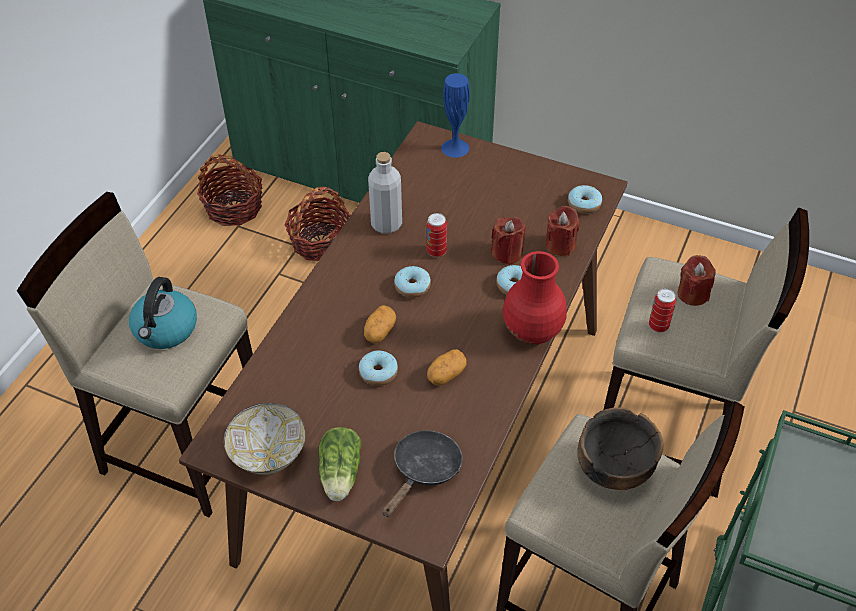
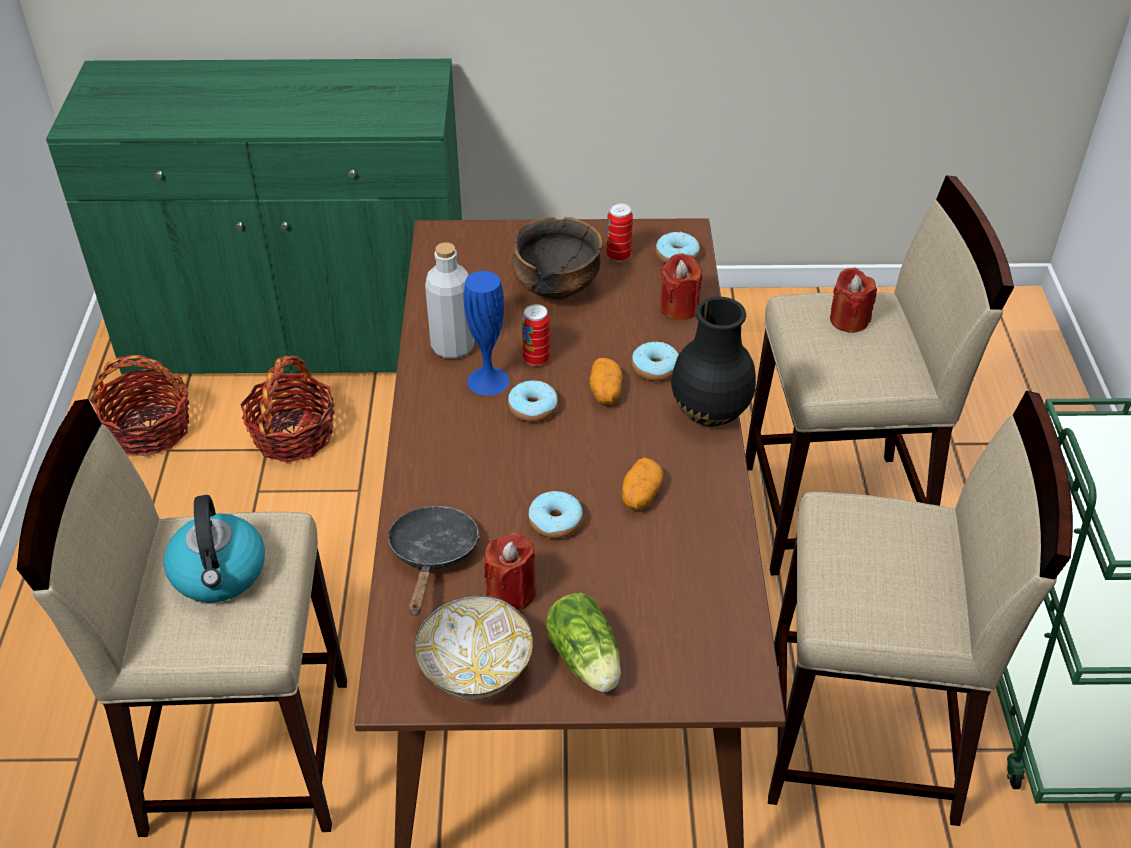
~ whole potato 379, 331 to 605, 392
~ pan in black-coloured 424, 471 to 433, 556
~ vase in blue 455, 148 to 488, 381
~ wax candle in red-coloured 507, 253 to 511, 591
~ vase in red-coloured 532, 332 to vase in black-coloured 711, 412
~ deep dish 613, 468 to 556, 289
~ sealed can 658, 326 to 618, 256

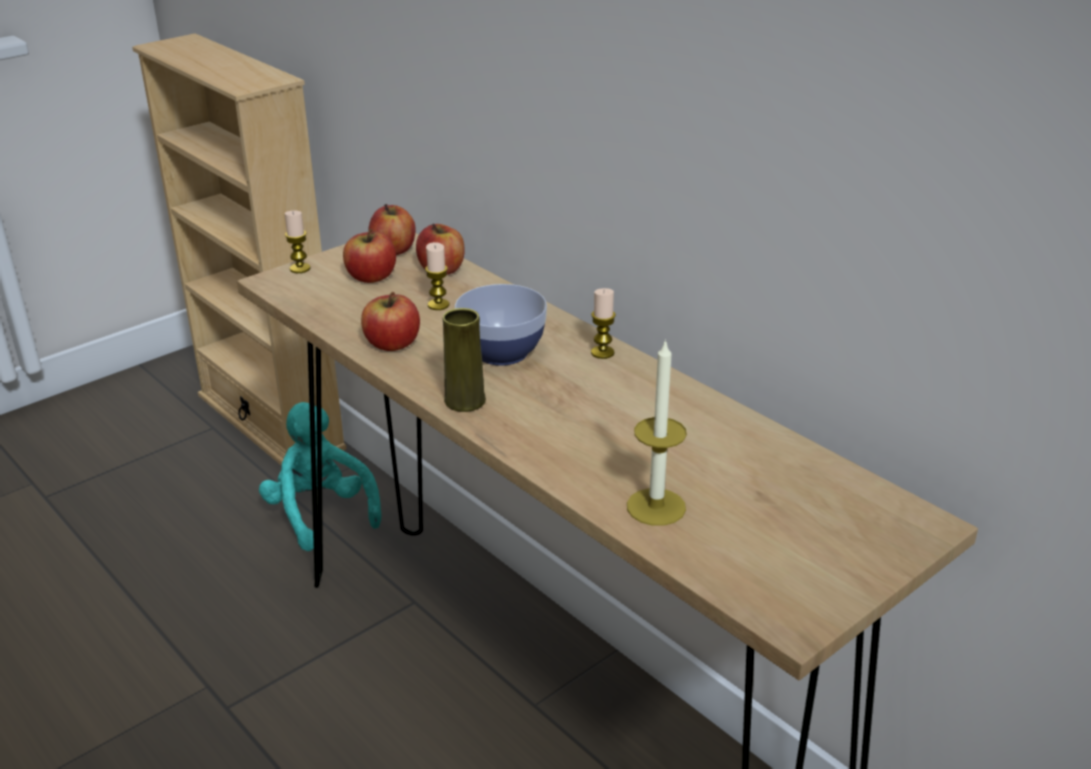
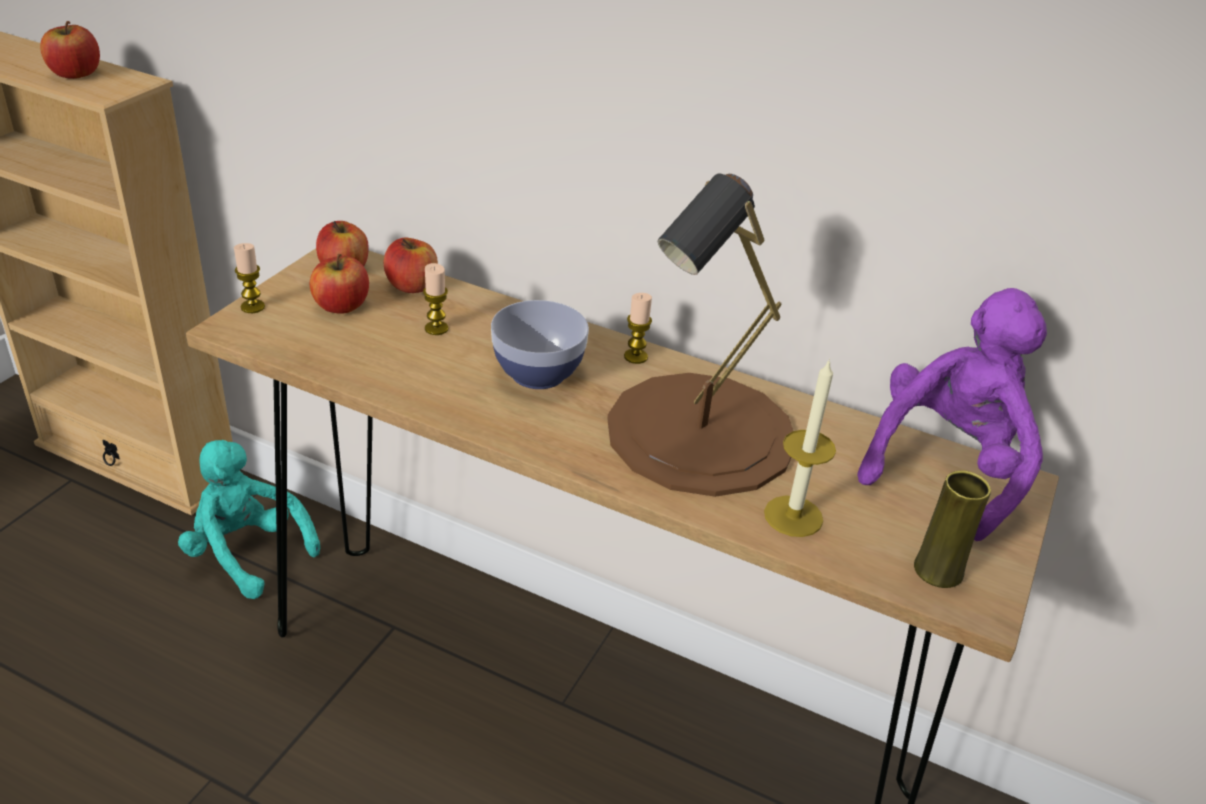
~ apple fruit 392, 344 to 75, 74
~ vase in yellow 465, 401 to 938, 570
+ table lamp in brown 701, 433
+ plush toy in purplish 947, 468

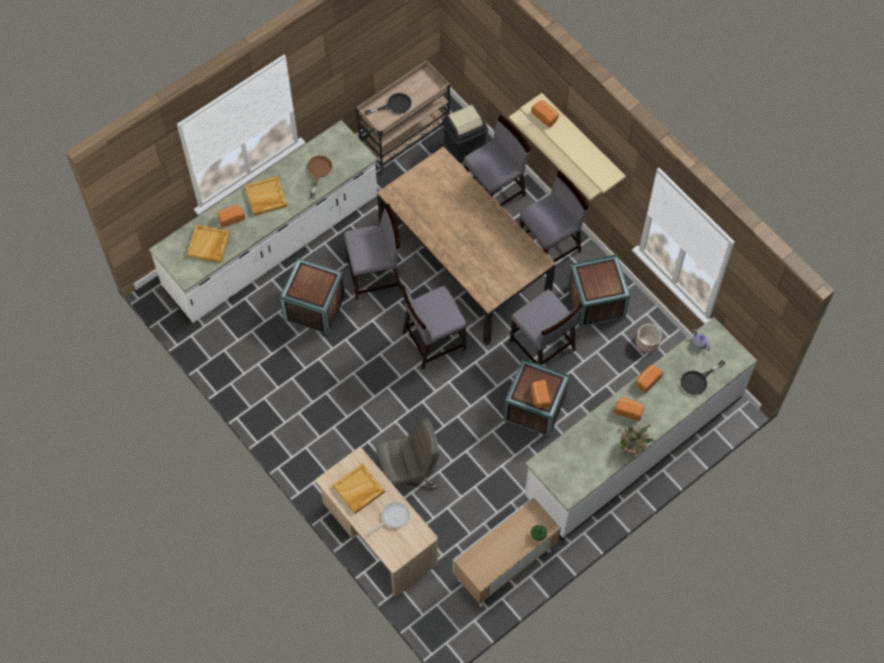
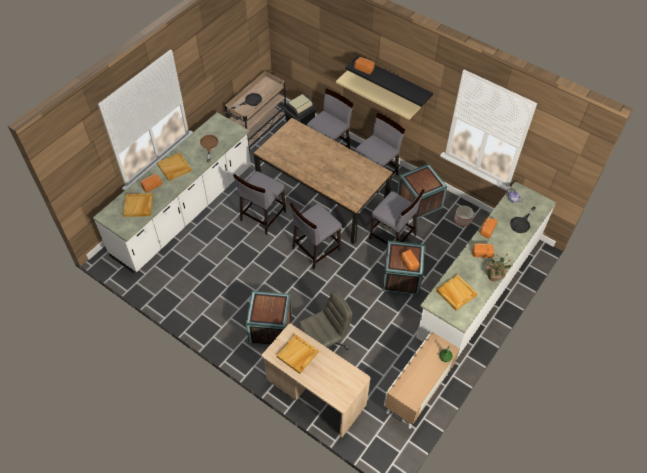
~ packing crate 314, 307 to 270, 328
~ plain chair in greyish 375, 276 = 262, 216 150 degrees clockwise
- pan 393, 517
~ bracket shelf in beige 582, 140 to bracket shelf in black-coloured 393, 80
+ carrying tray in beige 456, 293

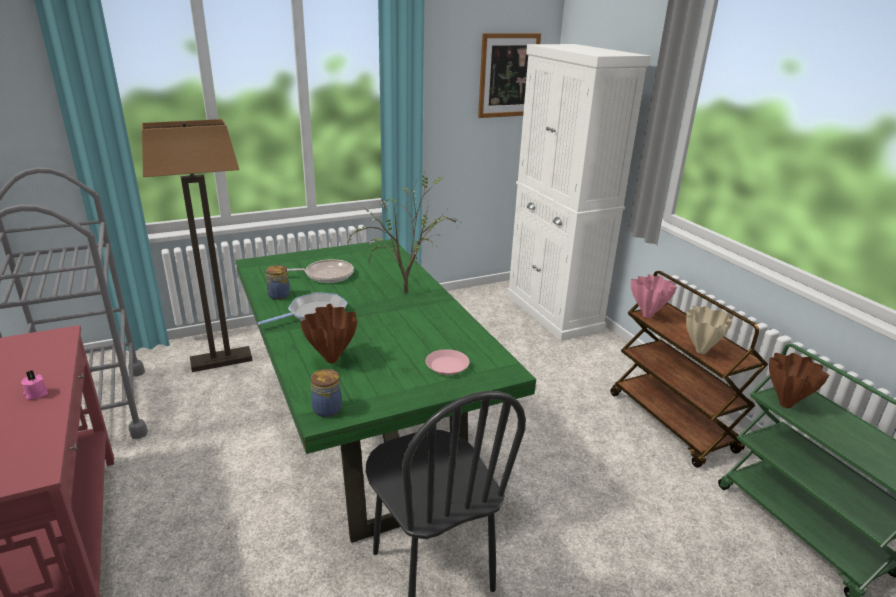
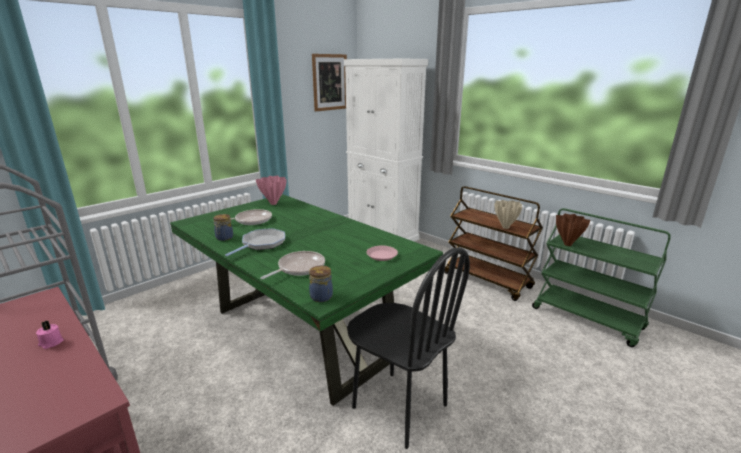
- standing lamp 221, 361
~ vase in brown 331, 360 to pan 299, 268
- houseplant 405, 290
~ vase in pink 648, 316 to 274, 203

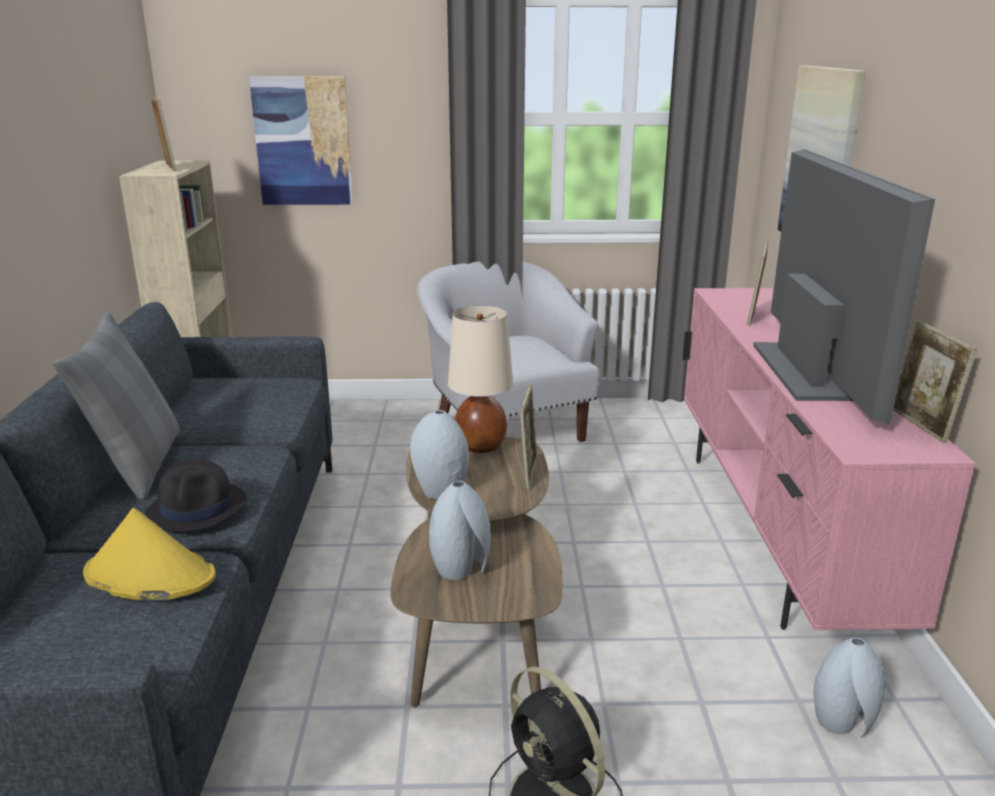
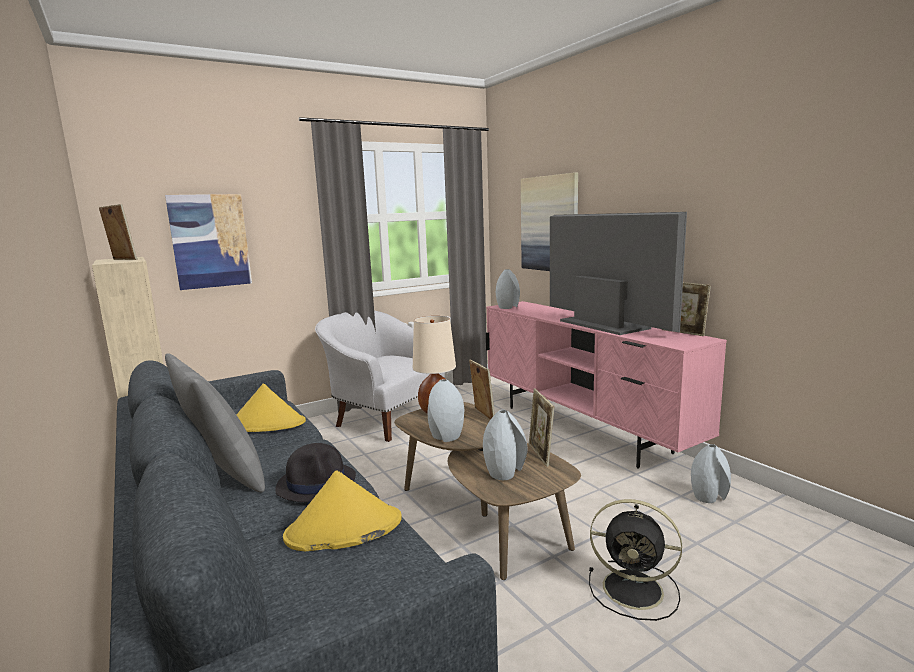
~ standing frame 753, 317 to 540, 455
+ wearable hat in yellow 267, 424
+ vase in greyish 508, 307

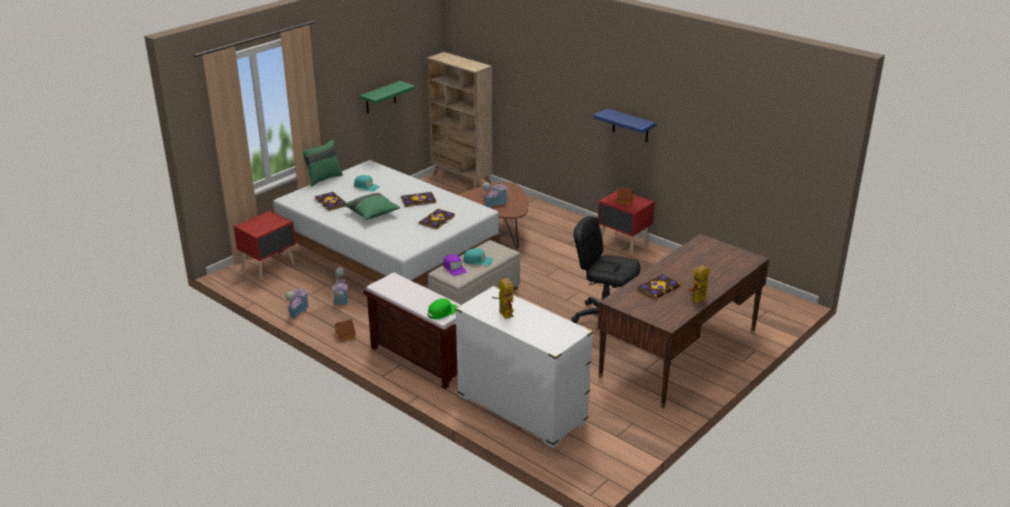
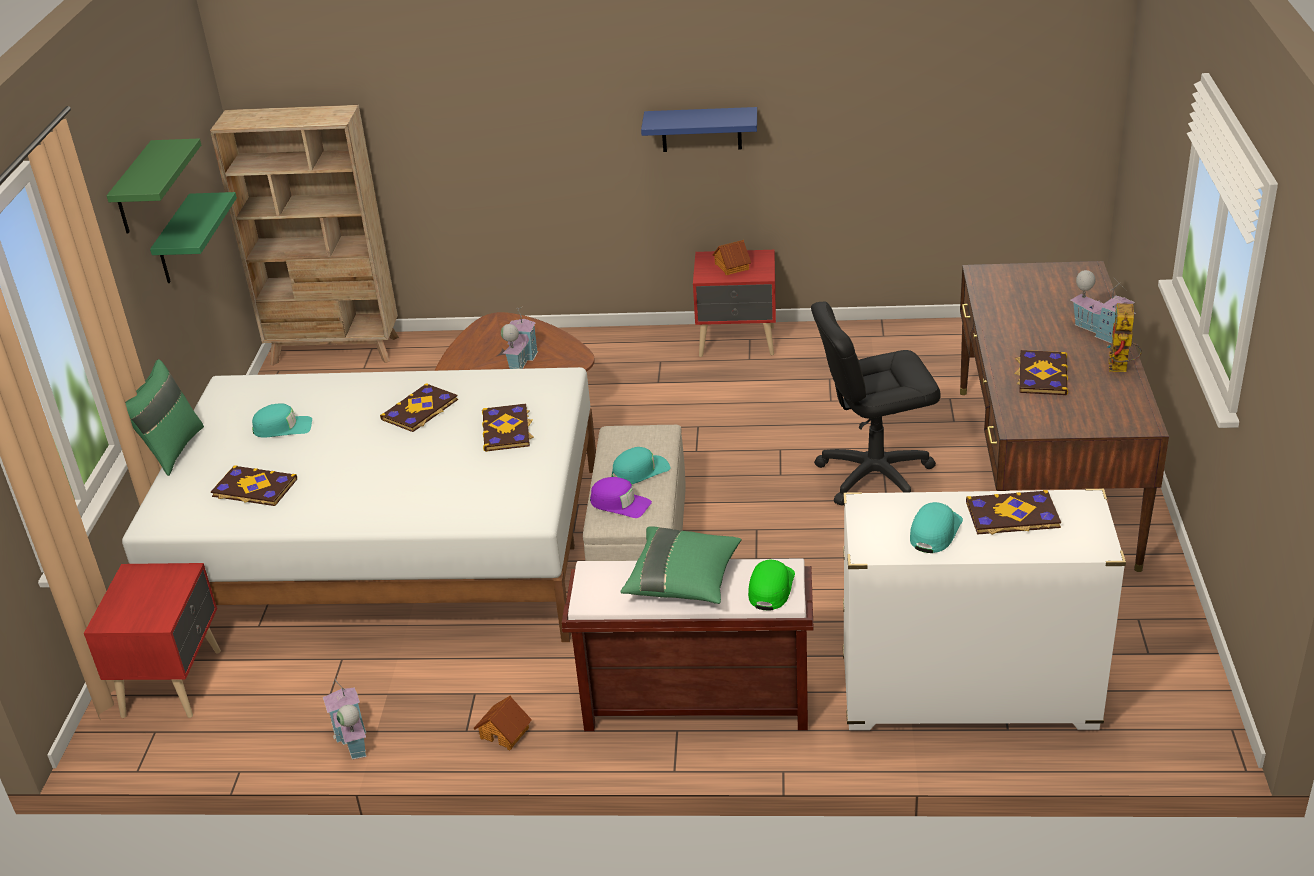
~ model house 341, 298 to 1101, 330
~ cushion in greenish 373, 214 to 683, 581
~ model robot 503, 313 to cap in turquoise 935, 531
+ bracket shelf in greenish 135, 190
+ volume 1012, 516

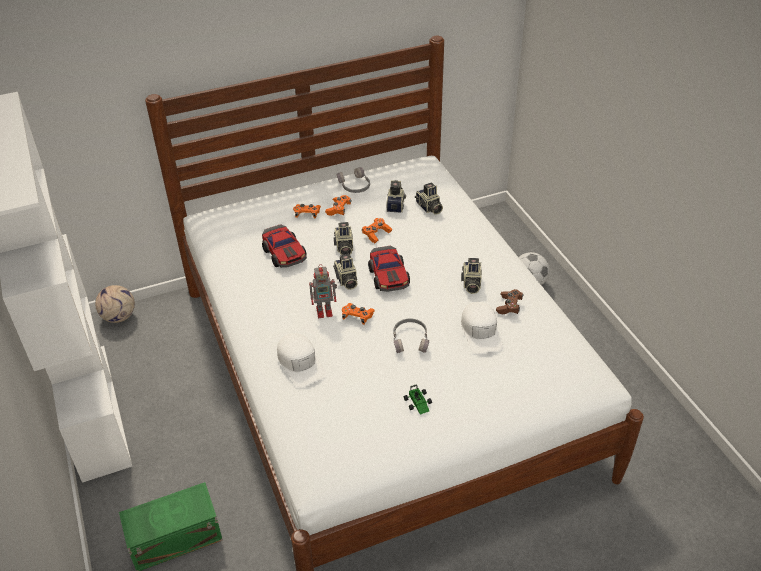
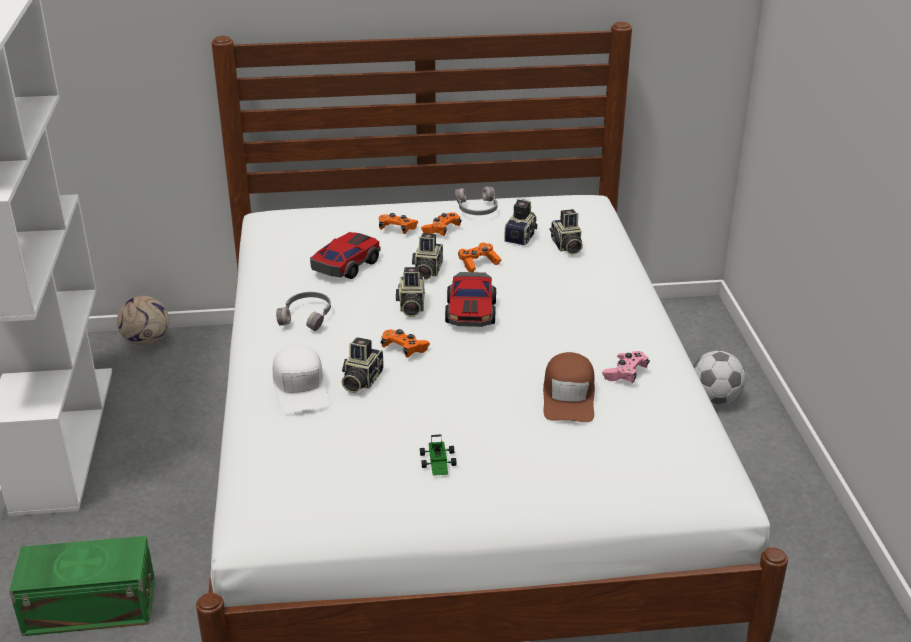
~ miniature car 284, 253 = 345, 265 135 degrees counterclockwise
- model robot 325, 311
~ pair of headphones in greyish 411, 340 to 307, 316
~ photo camera 471, 284 to 360, 380
~ cap in white-coloured 481, 332 to cap in brown 569, 396
~ game controller in brown 509, 306 to game controller in pink 625, 374

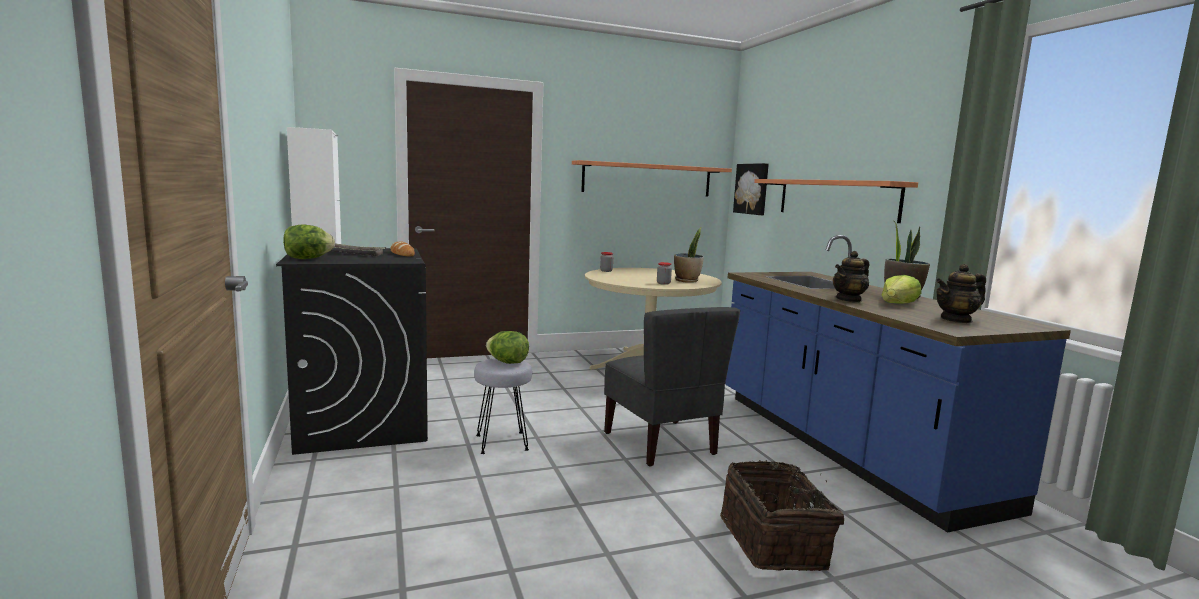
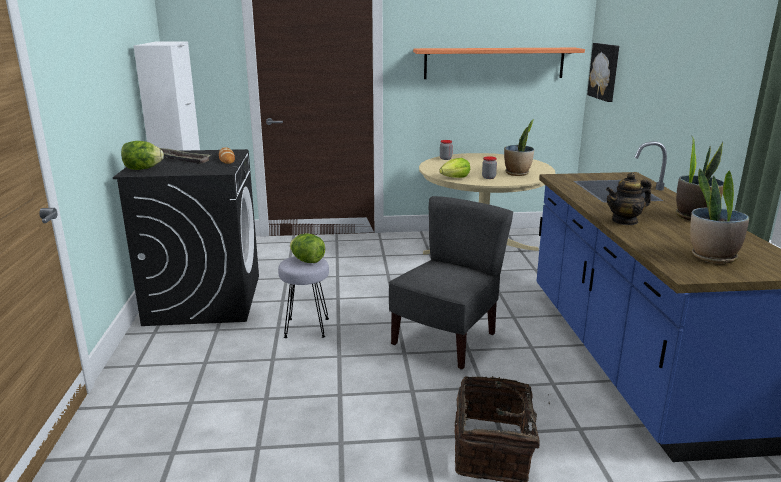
~ plain chair in greyish 661, 443 = 446, 340 135 degrees counterclockwise
- bracket shelf 835, 199
~ head of lettuce 898, 304 to 455, 178
~ pot for tea 956, 320 to houseplant 712, 257

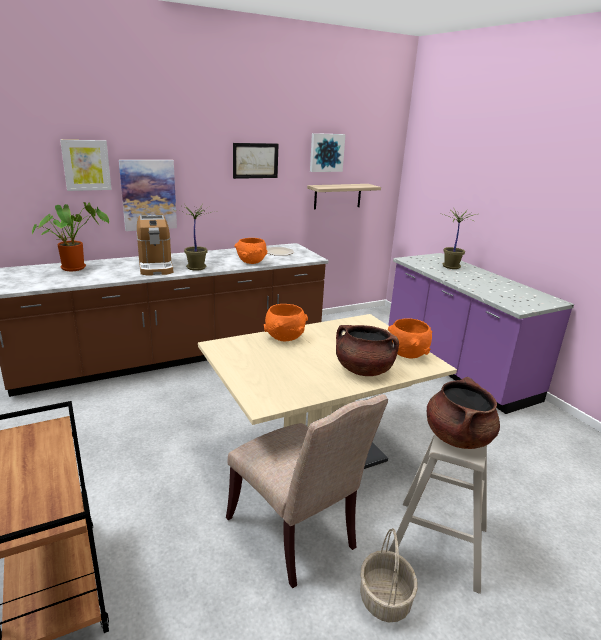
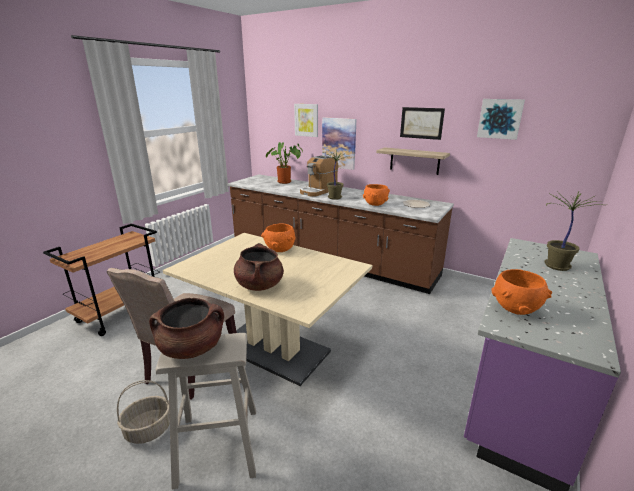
~ bracket shelf 337, 196 to 414, 161
~ deep dish in orangey 407, 354 to 515, 308

